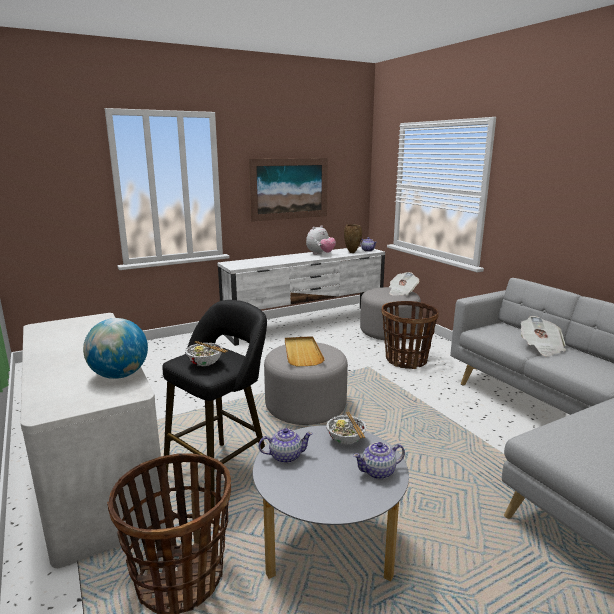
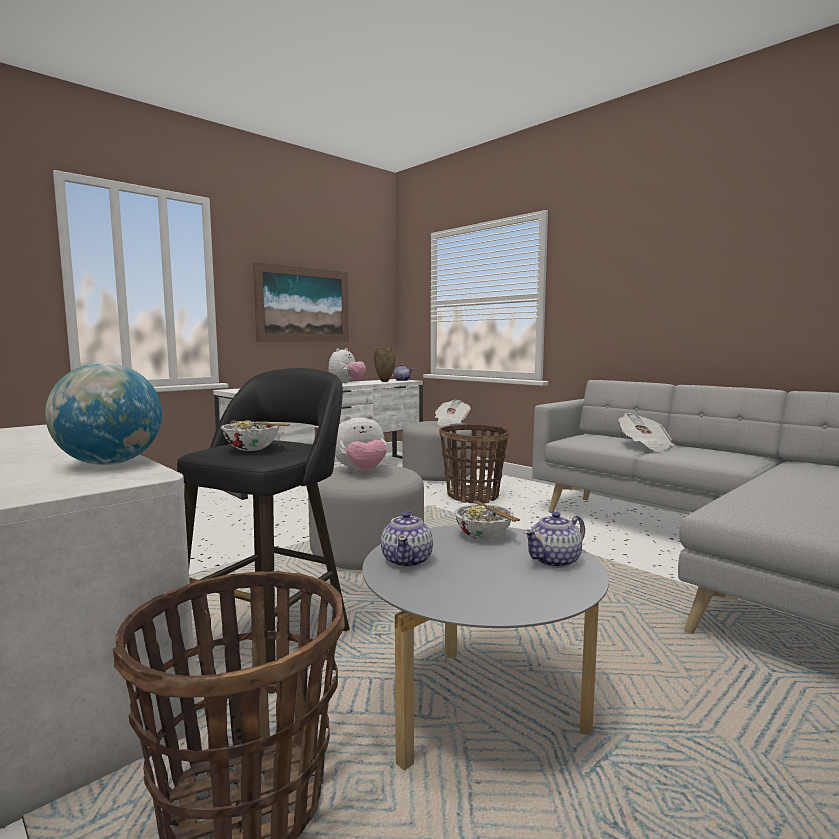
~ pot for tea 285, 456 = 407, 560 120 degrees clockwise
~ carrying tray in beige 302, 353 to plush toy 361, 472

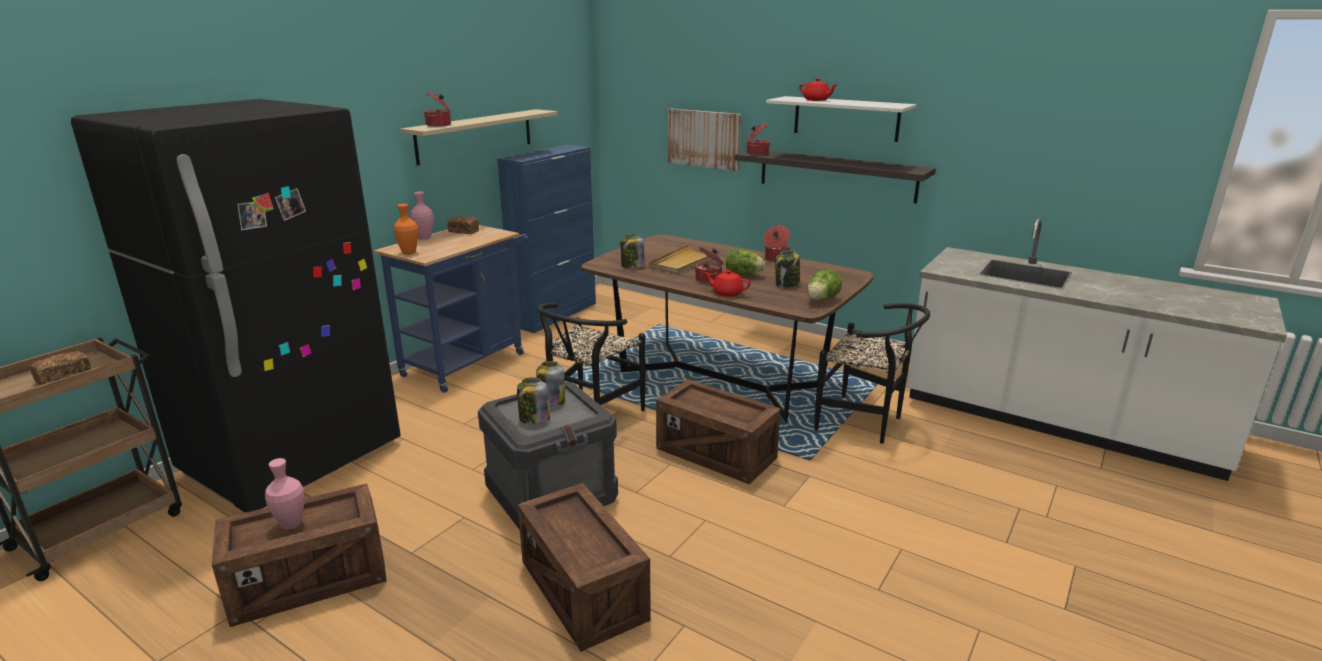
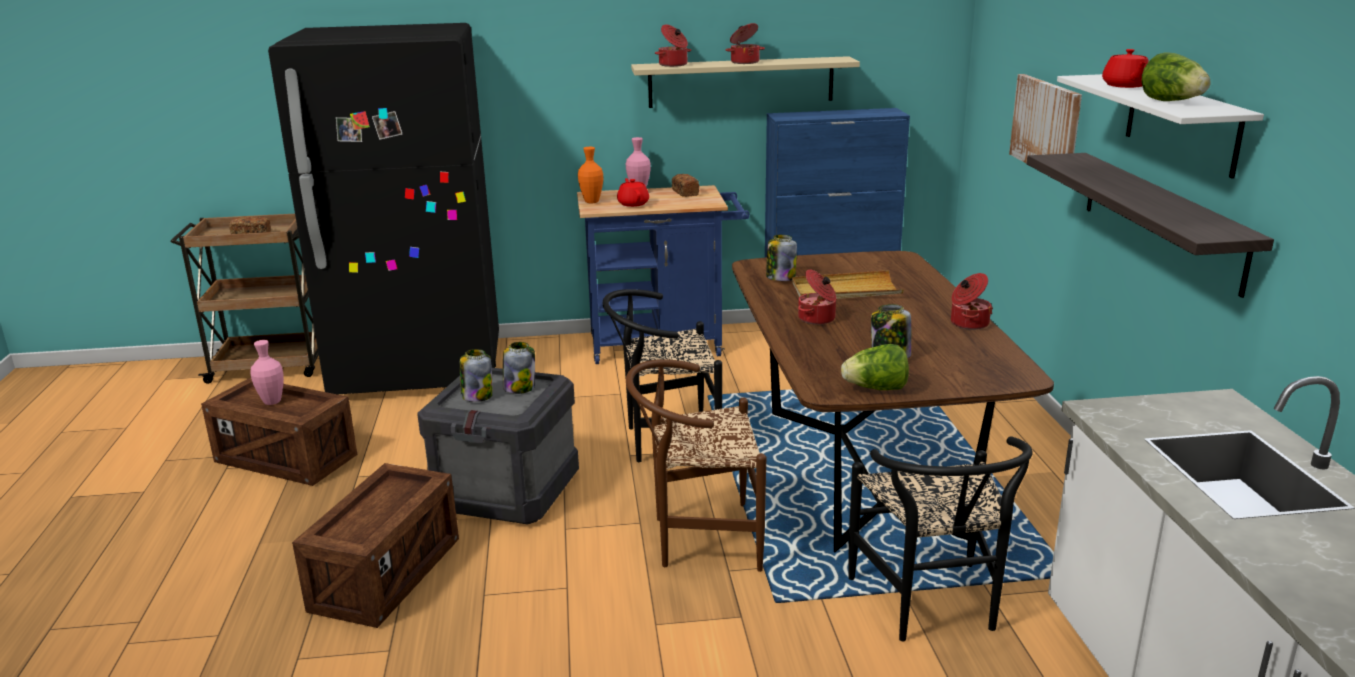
~ packing crate 715, 454 to plain chair in brown 697, 539
~ pot for tea in red-coloured 726, 293 to 633, 203
~ head of lettuce 743, 275 to 1172, 102
~ stockpot 756, 153 to 744, 62

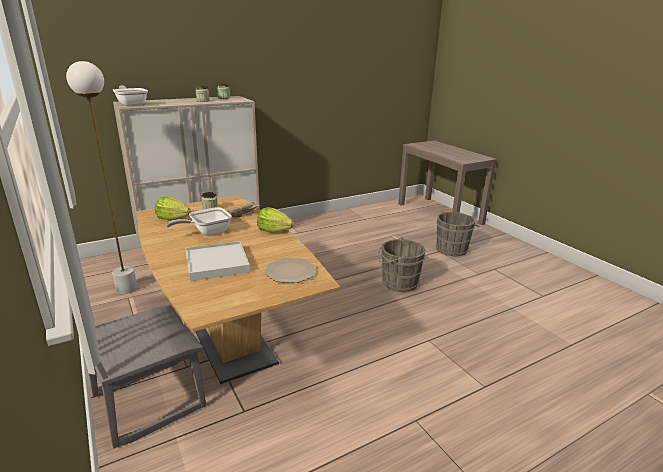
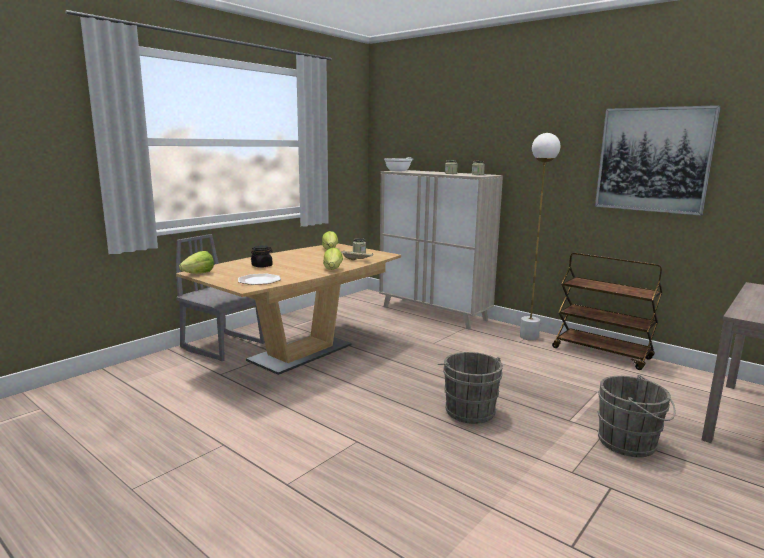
~ standing lamp in white-coloured 126, 288 to 529, 337
- pan 207, 232
~ carrying tray in white-coloured 217, 263 to jar in black-coloured 262, 266
+ head of lettuce 199, 273
+ cart in brown 602, 353
+ wall art 653, 160

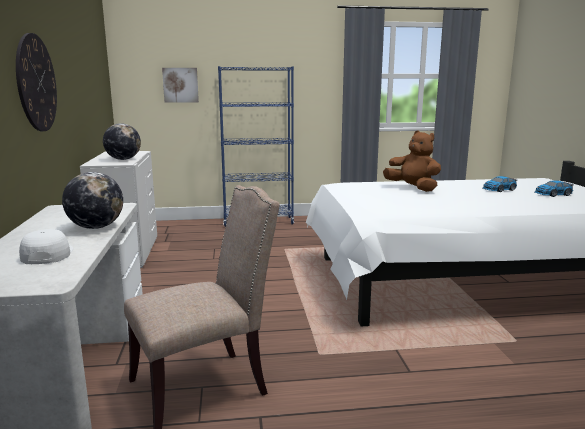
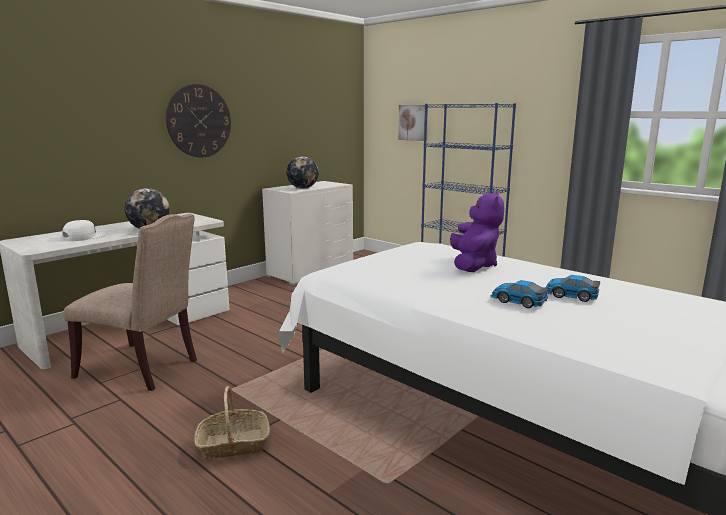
~ plush toy in brown 413, 188 to plush toy in purplish 473, 265
~ miniature car 553, 194 to 518, 301
+ basket 233, 444

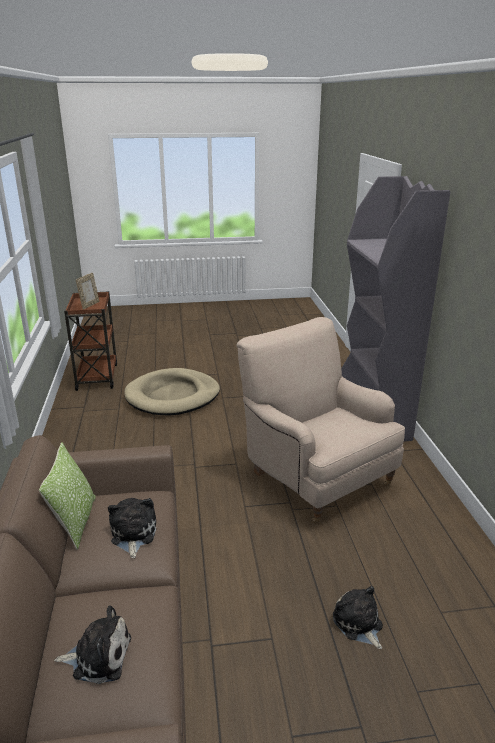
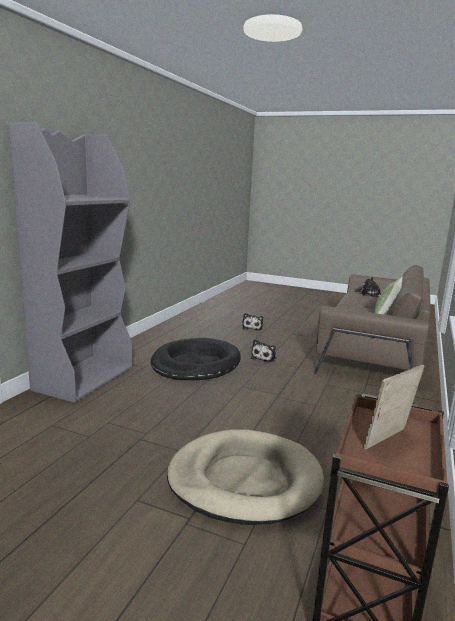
~ plush toy 132, 534 to 264, 358
~ easy chair in beige 316, 477 to dog bed in black-coloured 195, 364

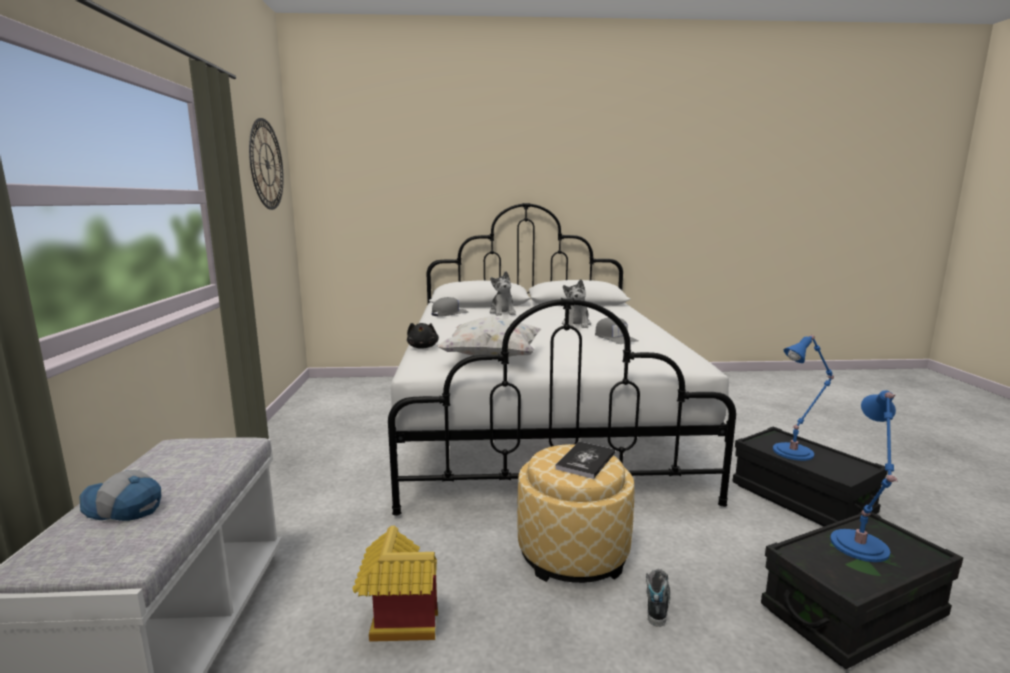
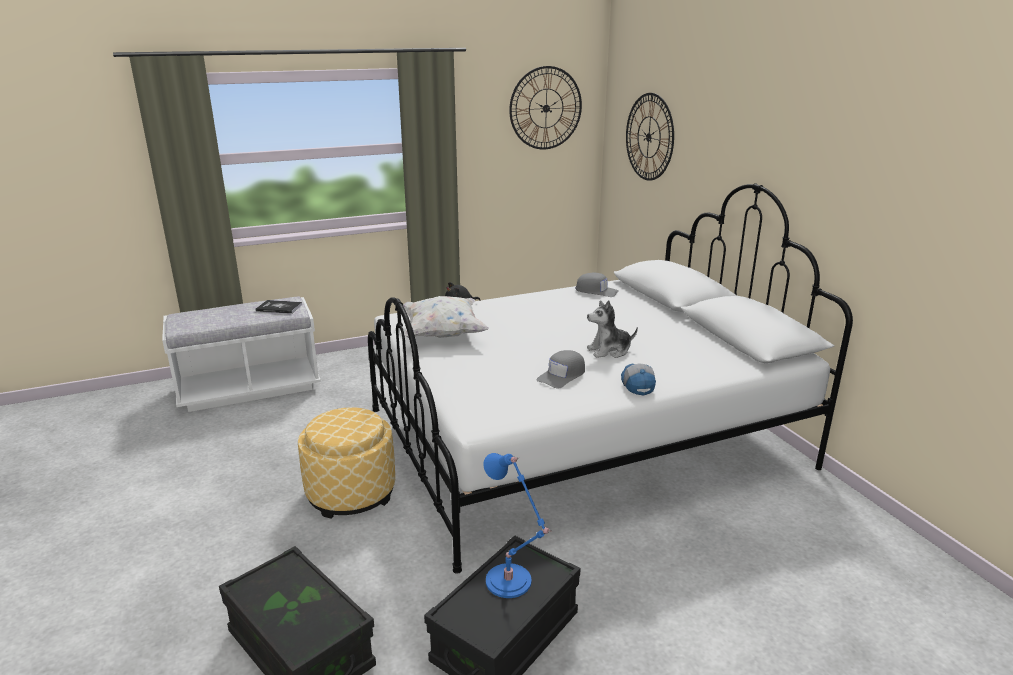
~ cap 121, 509 to 636, 384
- model house 396, 621
- plush toy 503, 312
~ volume 586, 461 to 279, 308
- low shoe 657, 603
- table lamp in blue 859, 548
+ wall clock 649, 137

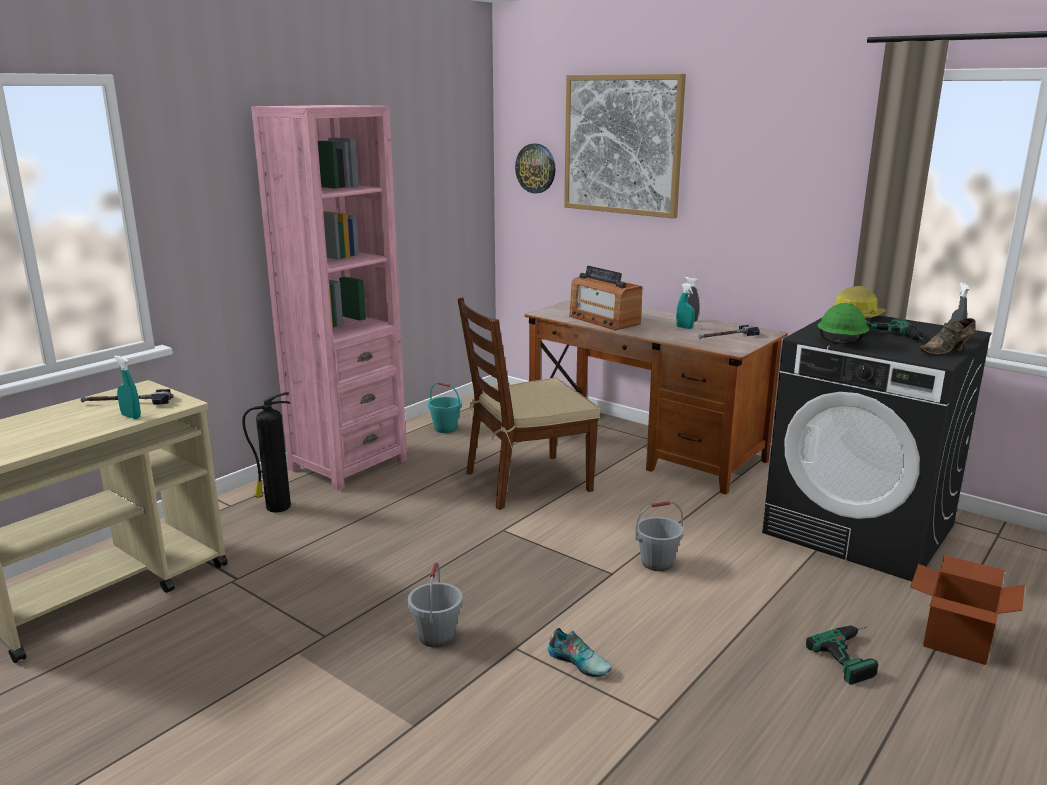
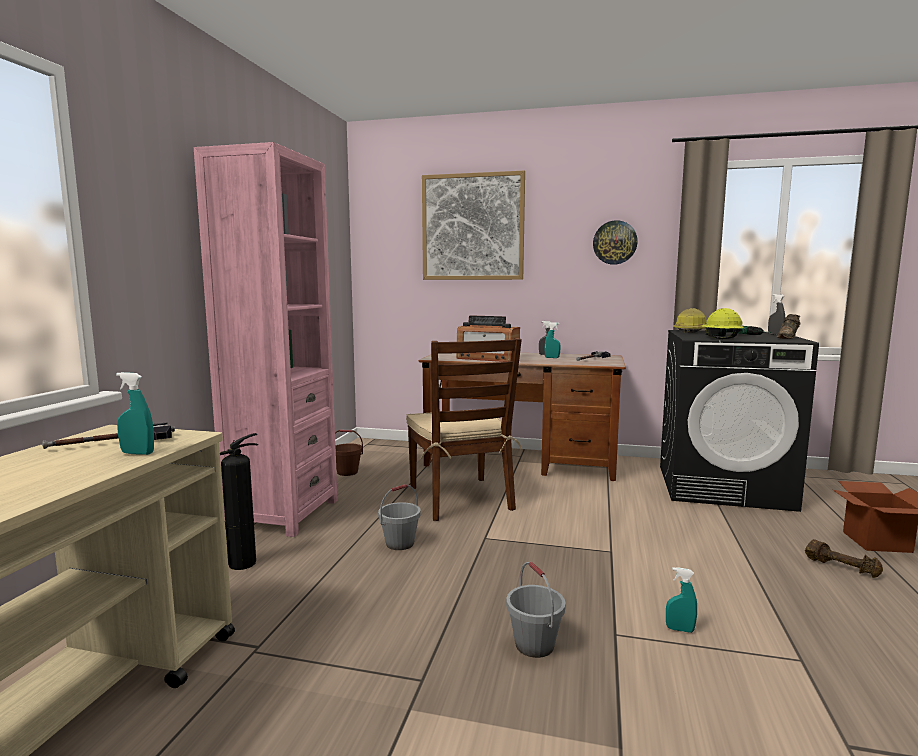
~ water bucket in turquoise 446, 428 to water bucket in brown 347, 472
~ plain chair in brown 526, 481 = 461, 498 60 degrees counterclockwise
~ wall clock 536, 168 to 614, 242
~ low shoe 579, 661 to sprayer in turquoise 680, 629
~ water bucket in greyish 657, 562 to 400, 543
~ power drill 855, 655 to free weight in brown 842, 567
~ safety helmet in greenish 840, 342 to safety helmet in yellow 720, 338

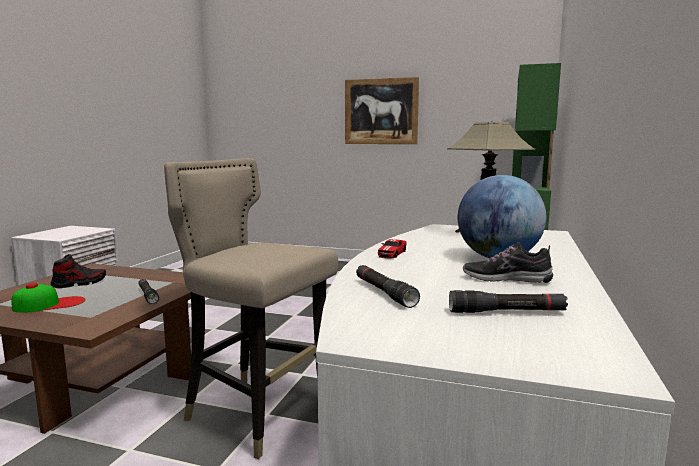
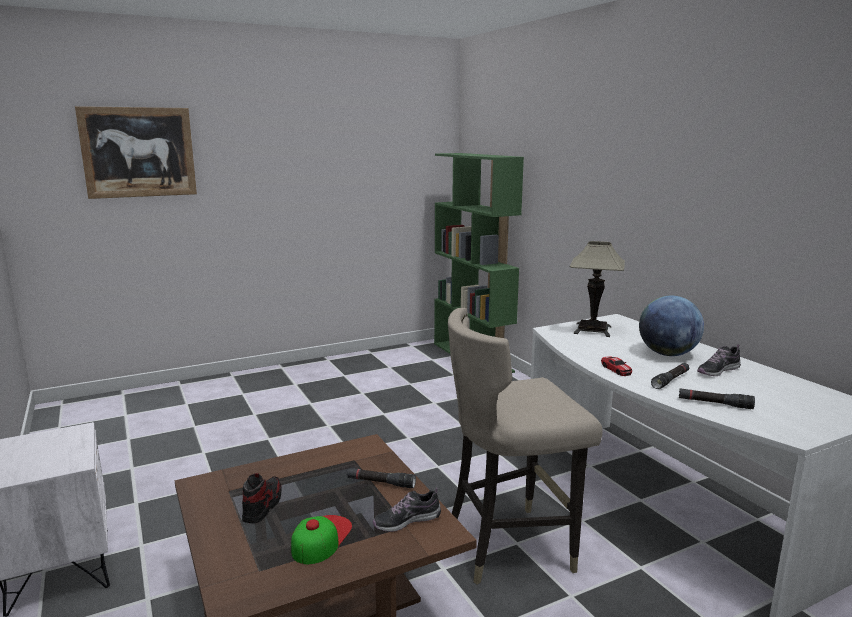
~ wall art 381, 111 to 138, 152
~ flashlight in black-coloured 506, 312 to 670, 380
+ low shoe 407, 521

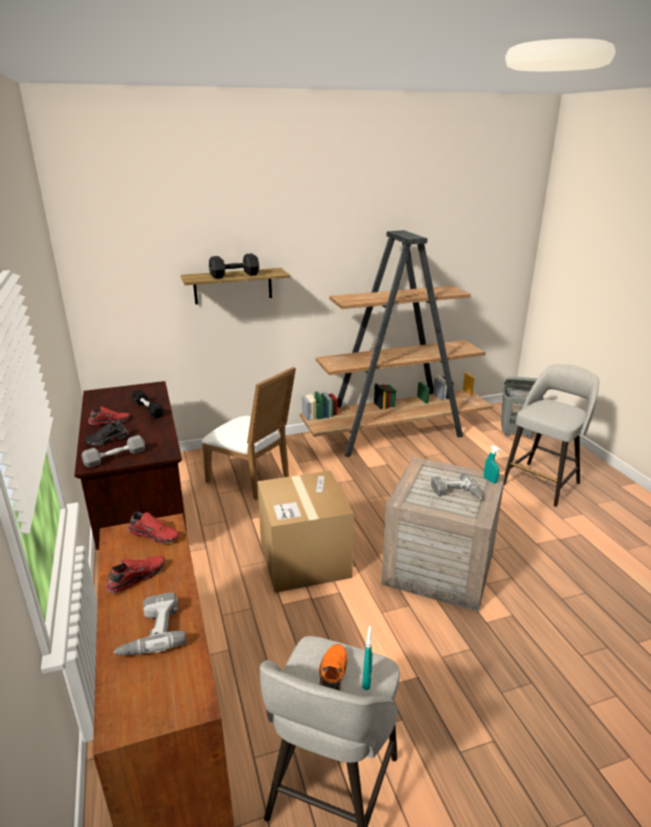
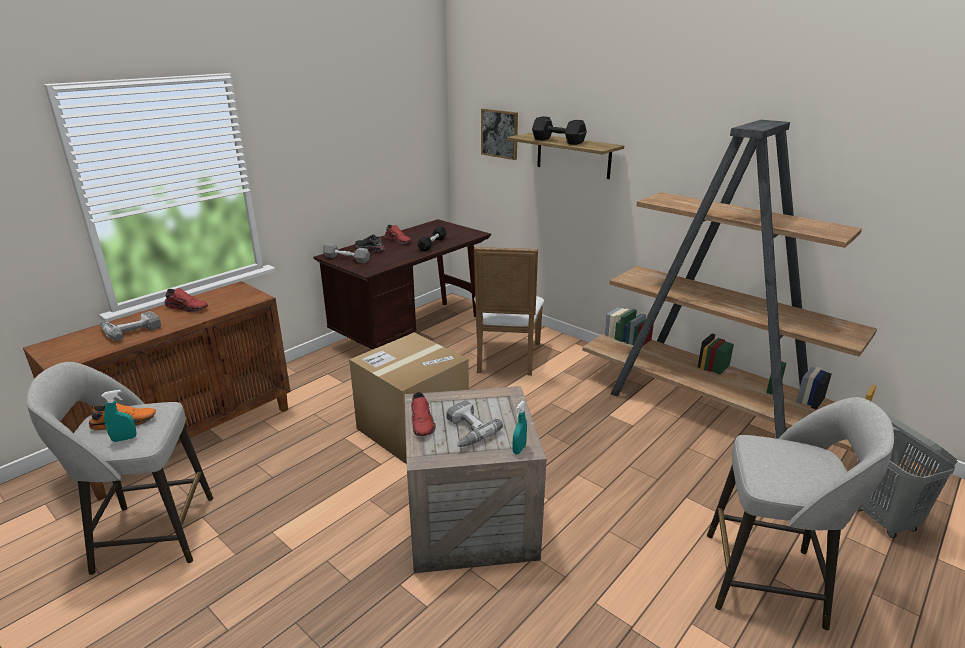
~ low shoe in red-coloured 155, 535 to 423, 423
+ wall art 499, 134

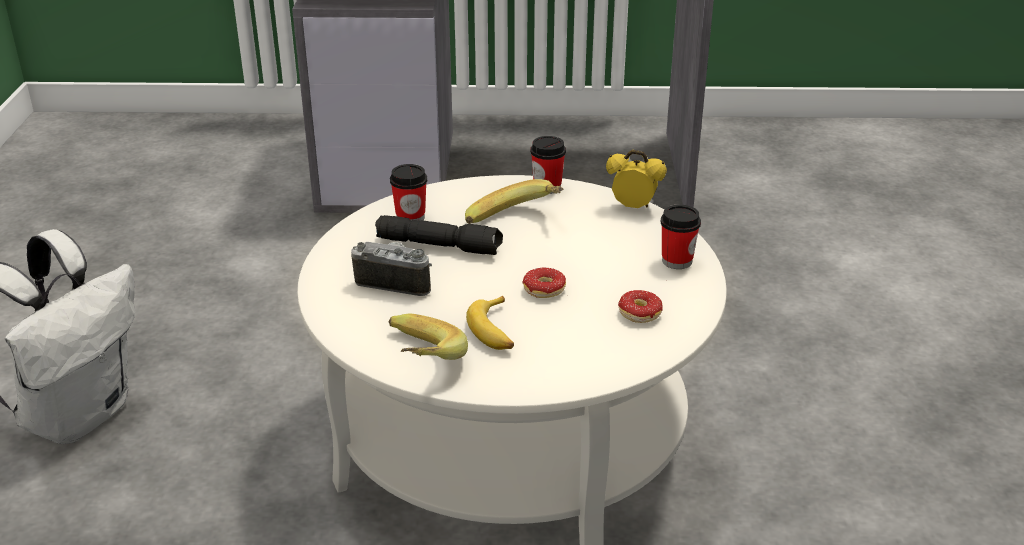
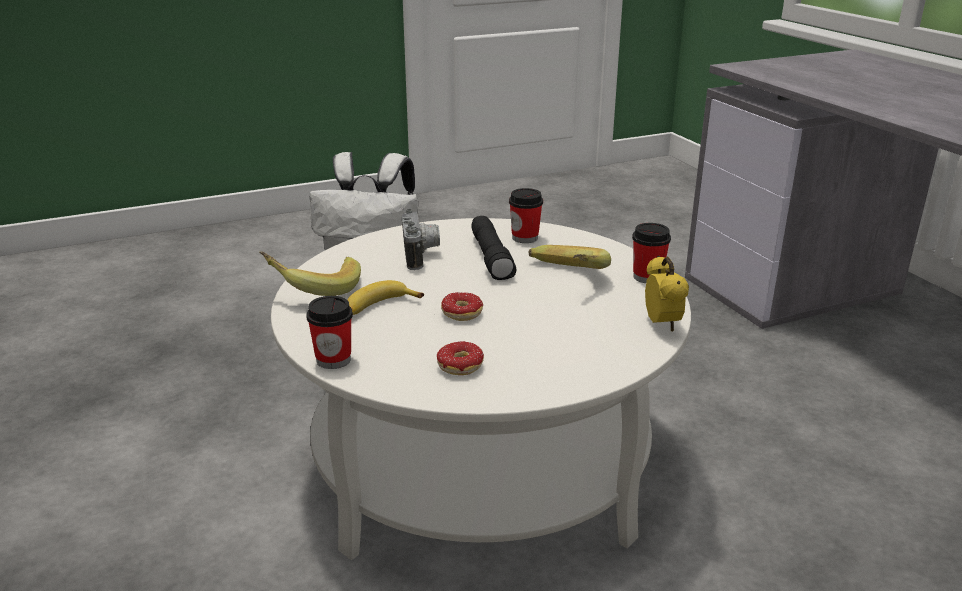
~ cup 677, 261 to 333, 360

